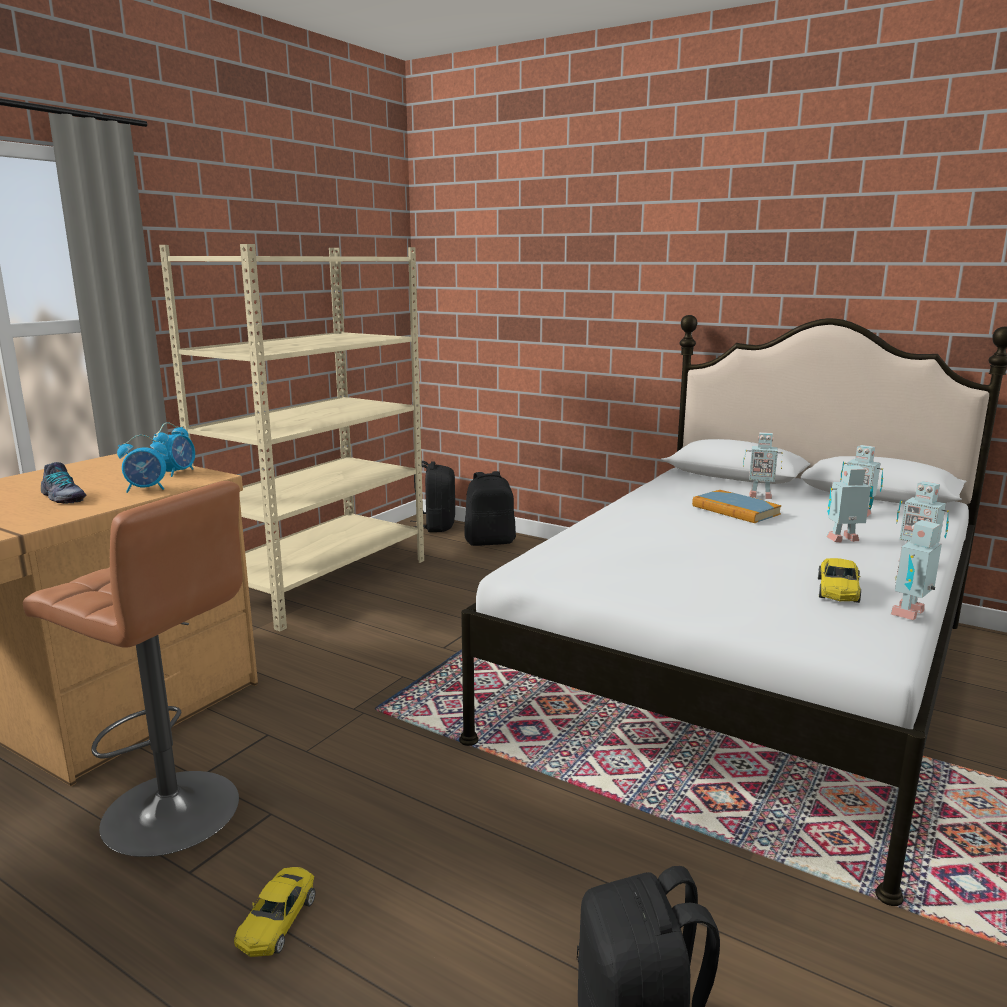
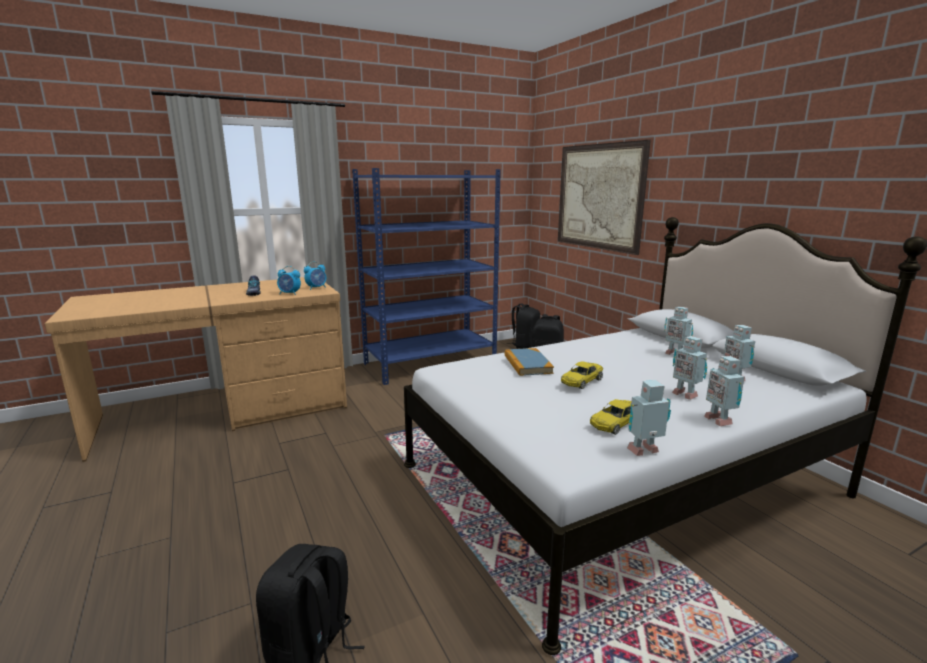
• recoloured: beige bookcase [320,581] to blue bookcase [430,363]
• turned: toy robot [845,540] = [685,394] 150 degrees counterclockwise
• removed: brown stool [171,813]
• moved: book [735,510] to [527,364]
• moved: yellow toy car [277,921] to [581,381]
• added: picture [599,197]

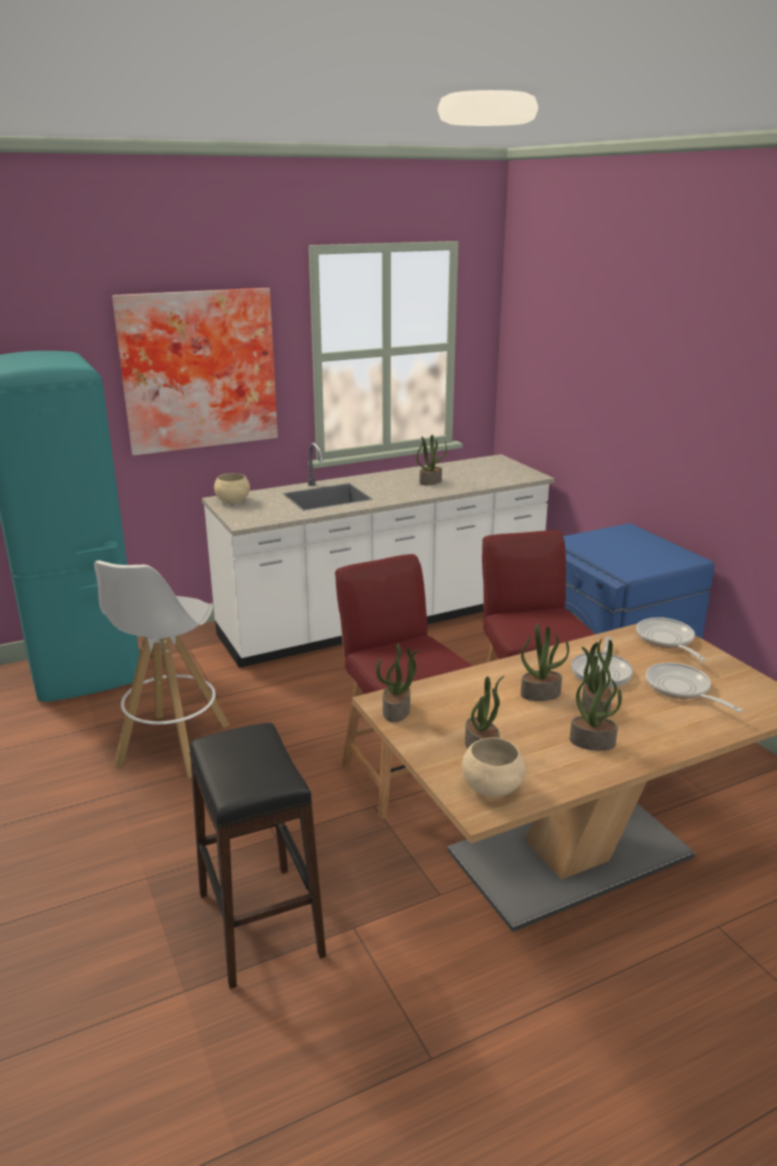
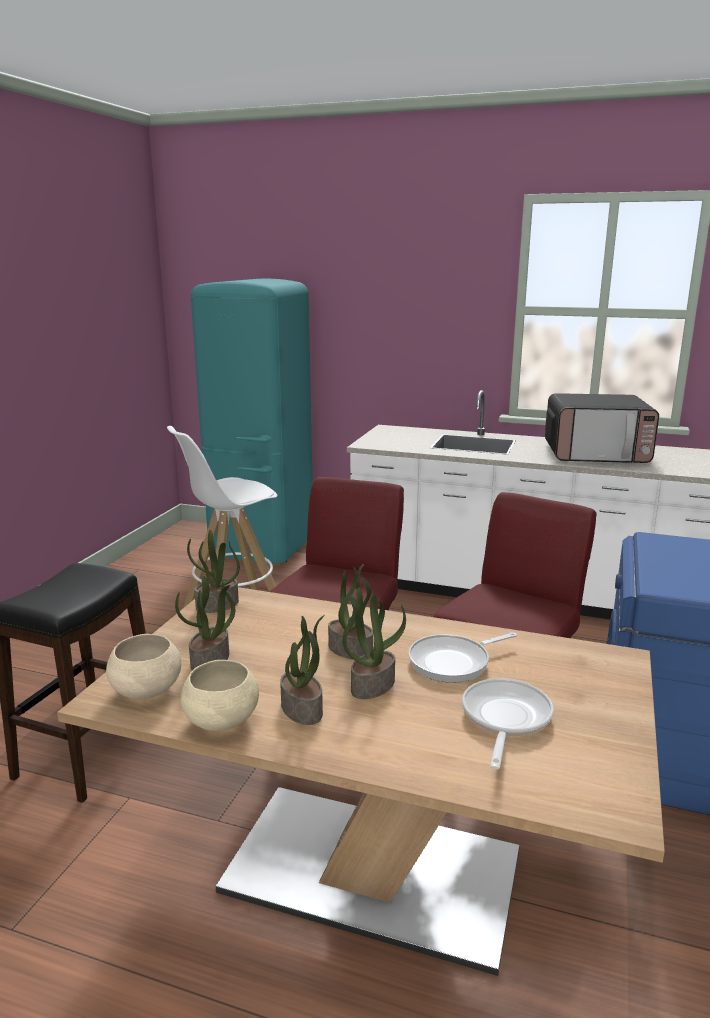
• removed: picture [198,370]
• replaced: potted plant [430,481] to microwave [596,454]
• moved: beige bowl [232,501] to [221,721]
• removed: frying pan [666,640]

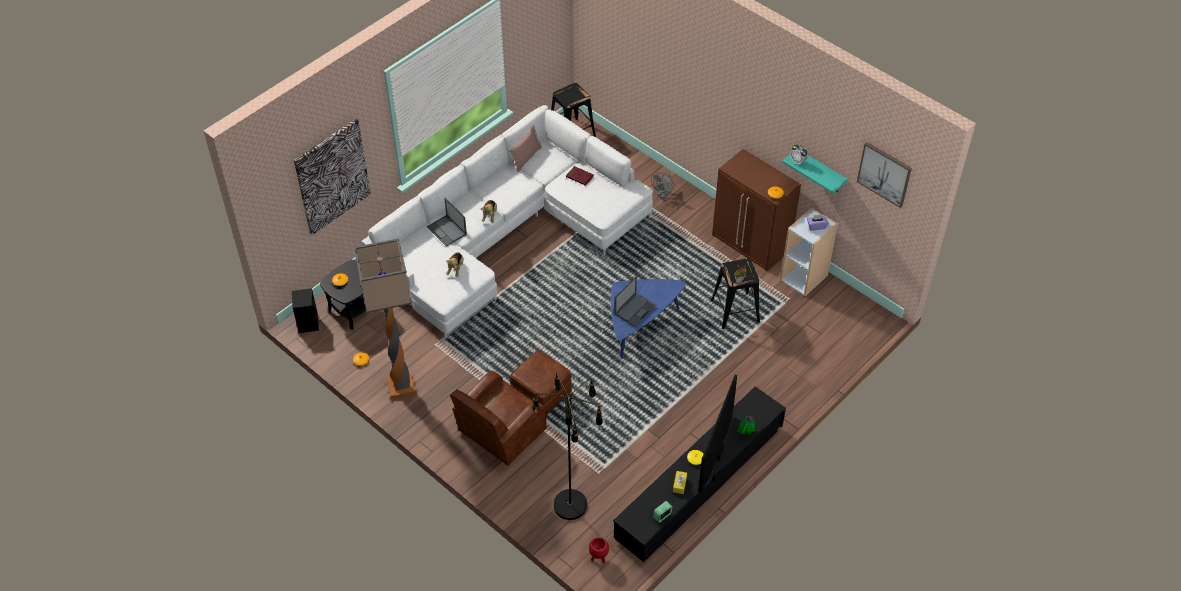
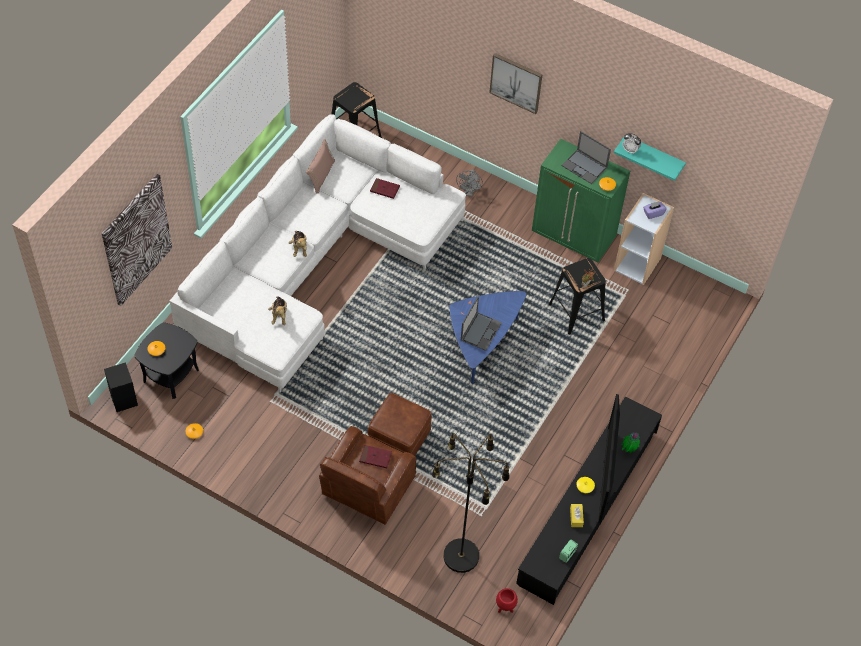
• moved: picture [884,174] to [516,82]
• recoloured: brown cabinet [751,242] to green cabinet [574,233]
• moved: laptop [447,231] to [585,167]
• removed: floor lamp [402,387]
• added: red book [375,457]

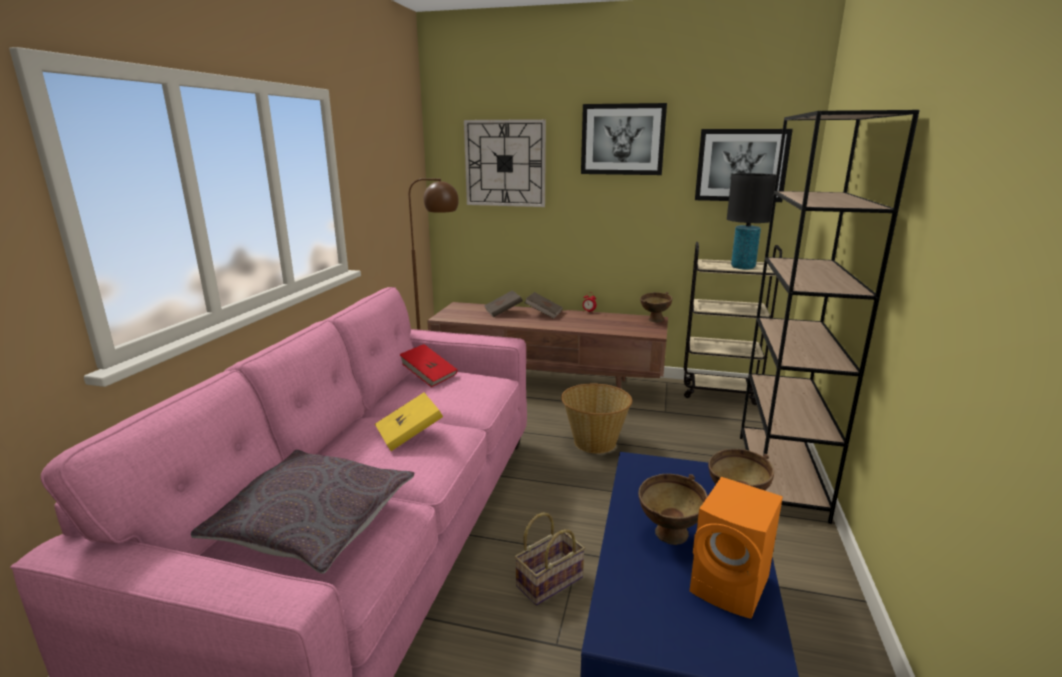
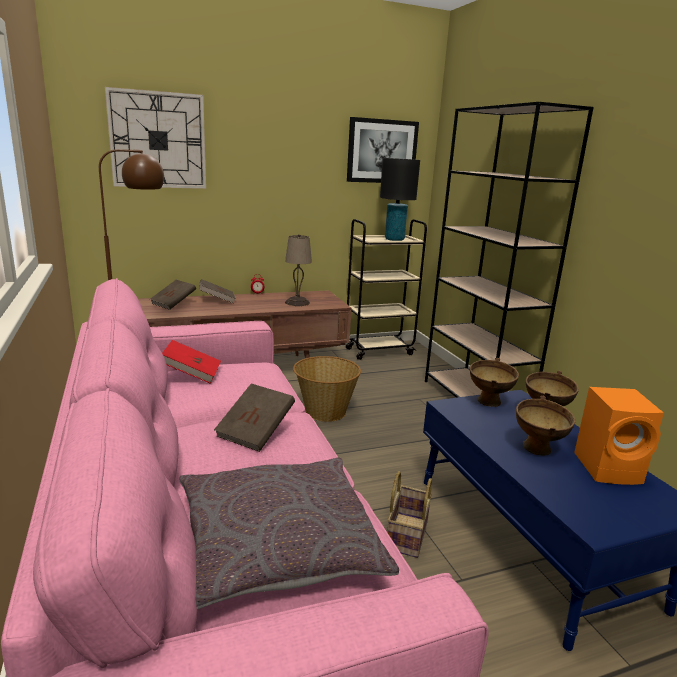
• removed: picture [622,139]
• moved: brown bowl [654,321] to [489,404]
• recoloured: yellow book [409,435] to brown book [255,432]
• added: beige table lamp [296,302]

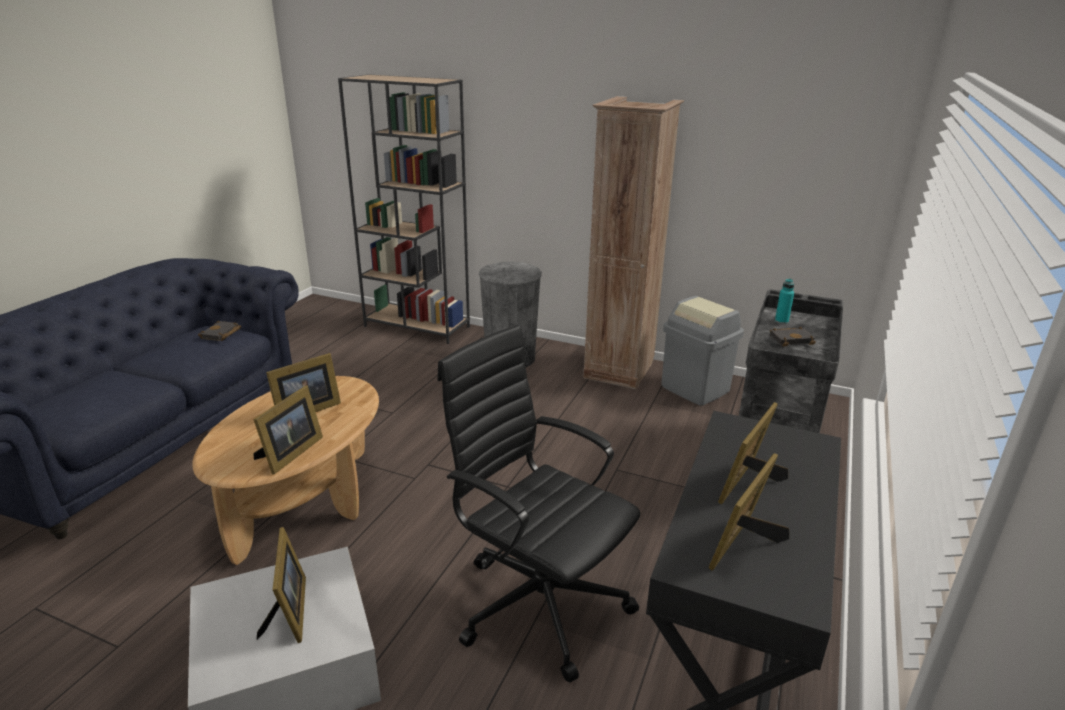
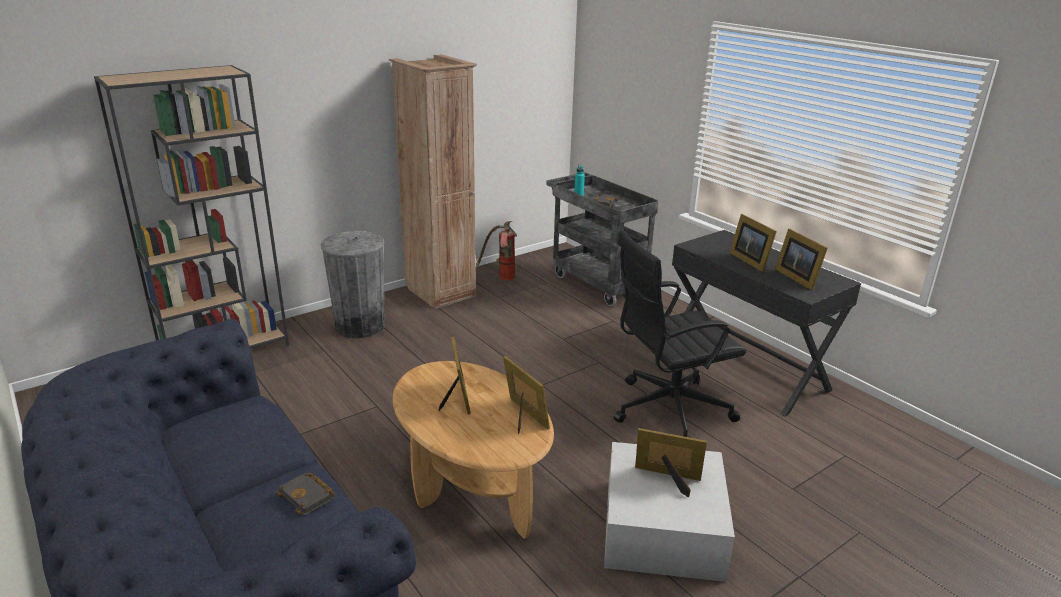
• replaced: grey trash can [695,388] to fire extinguisher [501,278]
• moved: black book [221,334] to [308,496]

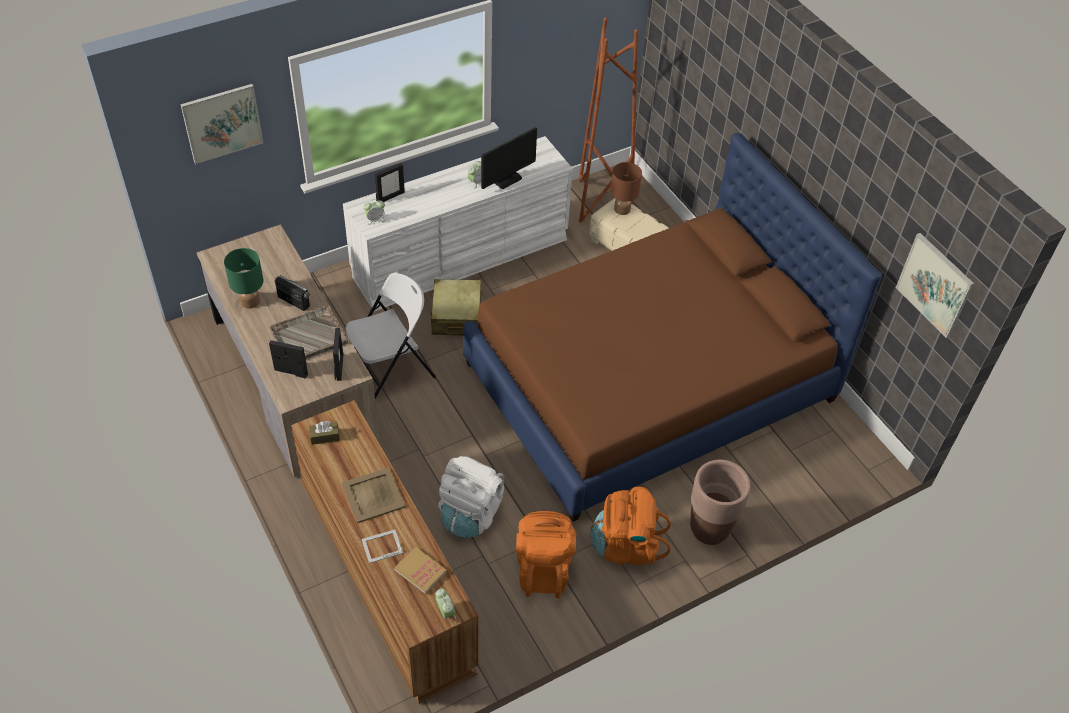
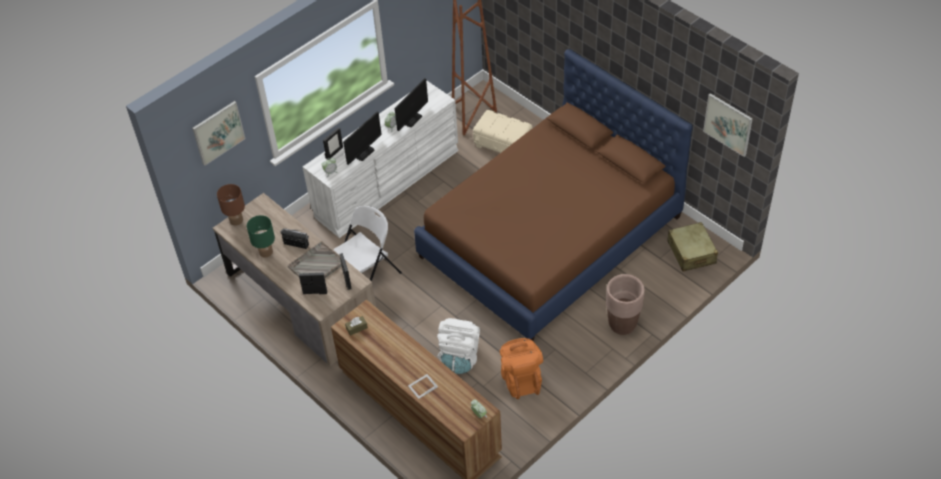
• moved: brown table lamp [622,209] to [236,220]
• moved: beige suitcase [456,315] to [691,252]
• removed: beige tray [373,496]
• removed: orange backpack [626,545]
• removed: book [420,571]
• added: monitor [363,152]

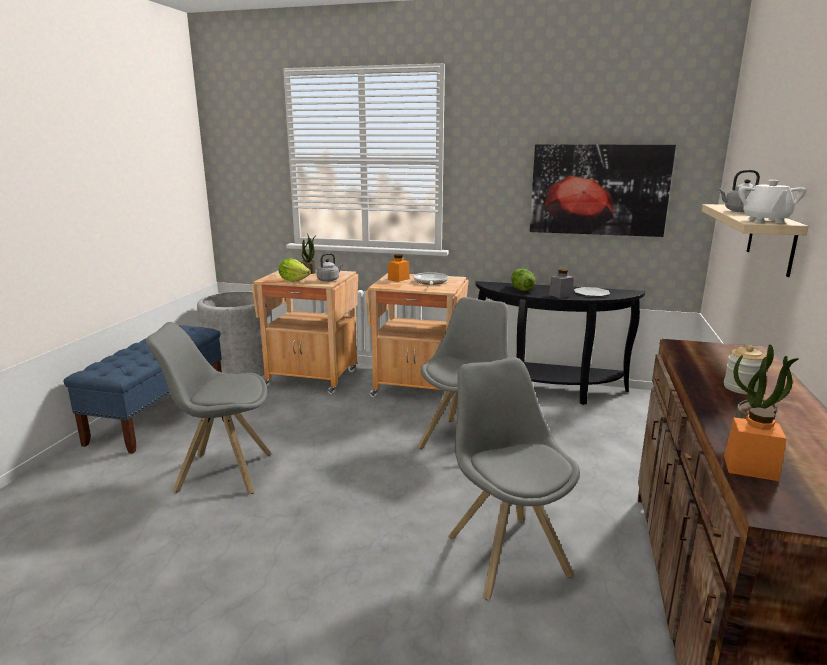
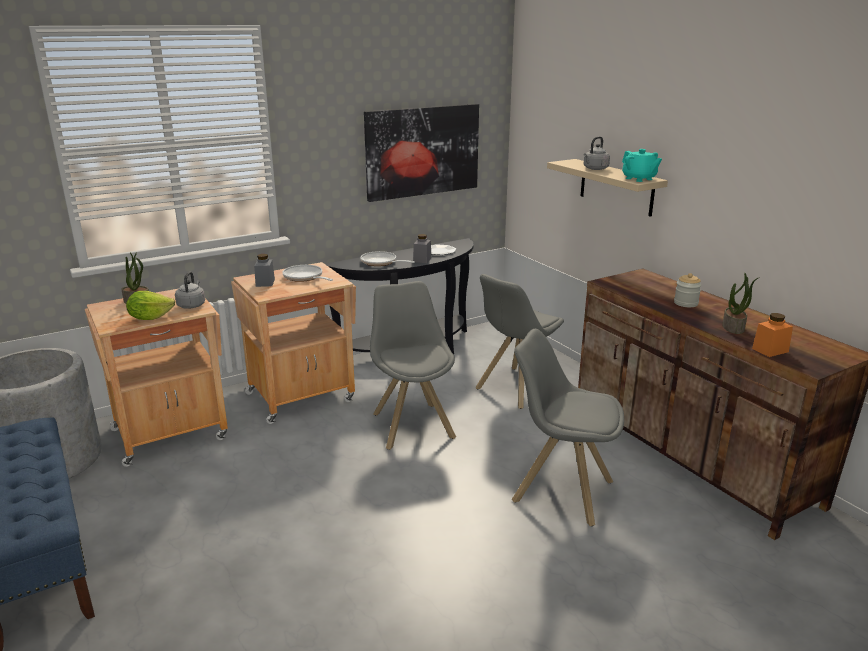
• recoloured: white teapot [765,221] to turquoise teapot [639,179]
• recoloured: orange jar [398,279] to grey jar [265,282]
• replaced: lettuce [521,289] to frying pan [381,262]
• moved: grey chair [223,472] to [517,387]

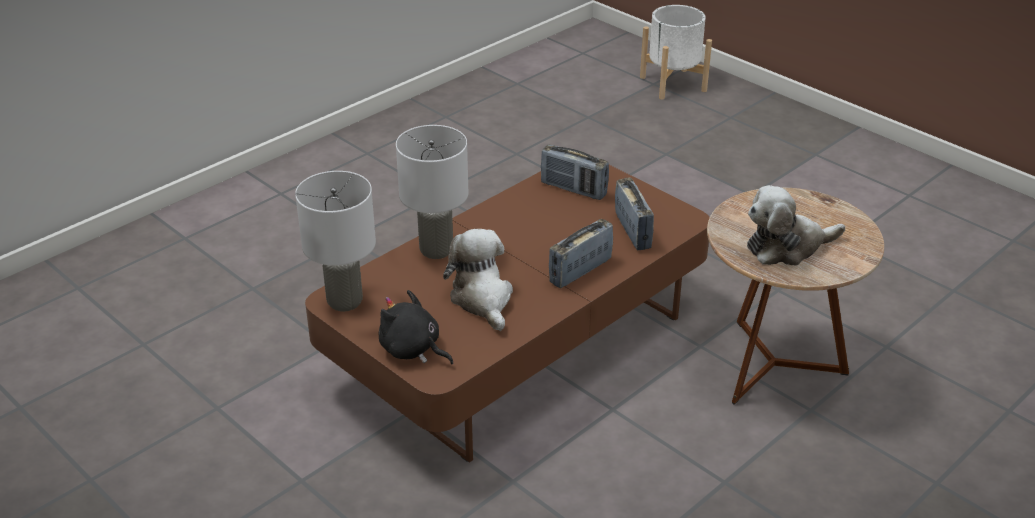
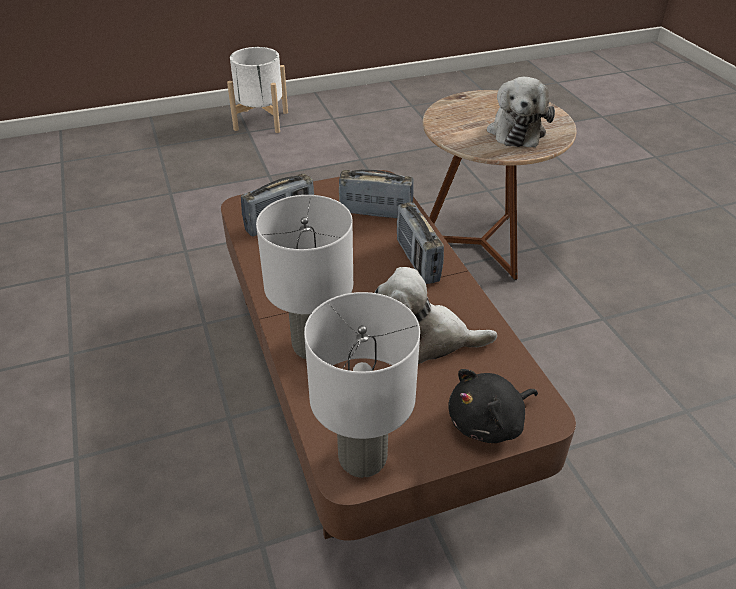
• moved: white planter [673,84] to [261,121]

